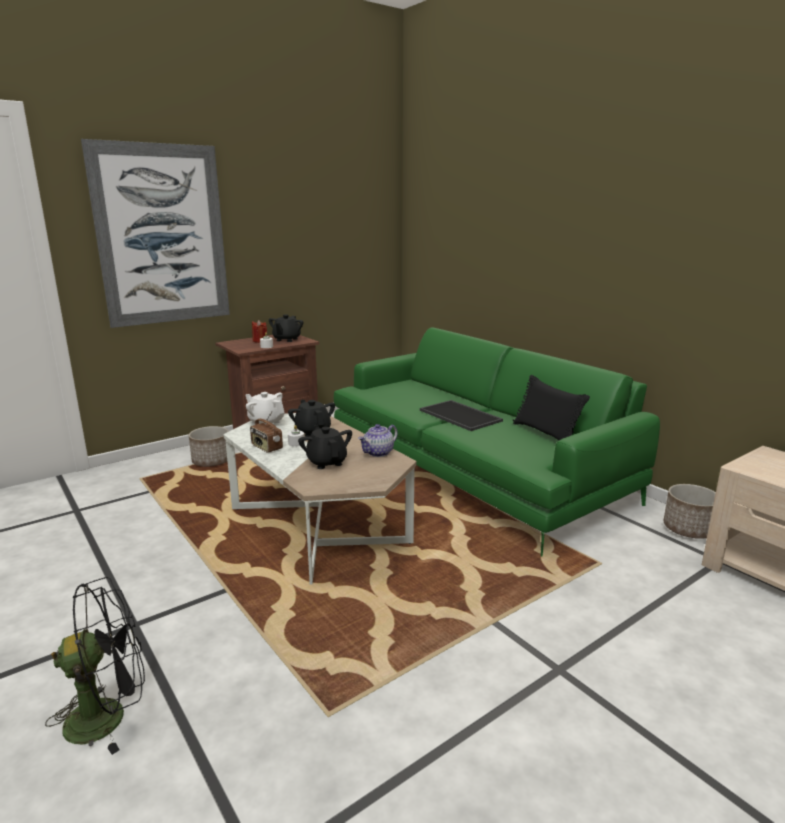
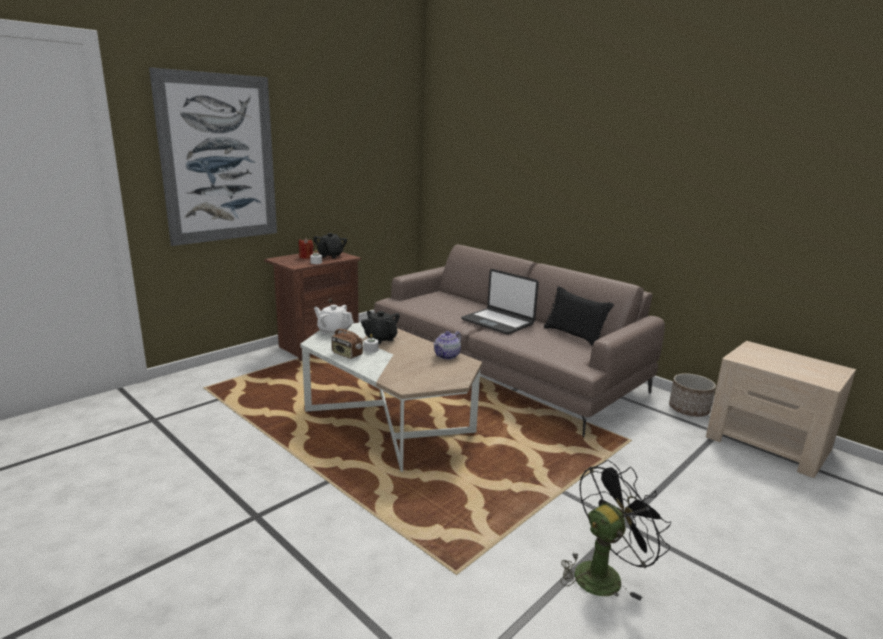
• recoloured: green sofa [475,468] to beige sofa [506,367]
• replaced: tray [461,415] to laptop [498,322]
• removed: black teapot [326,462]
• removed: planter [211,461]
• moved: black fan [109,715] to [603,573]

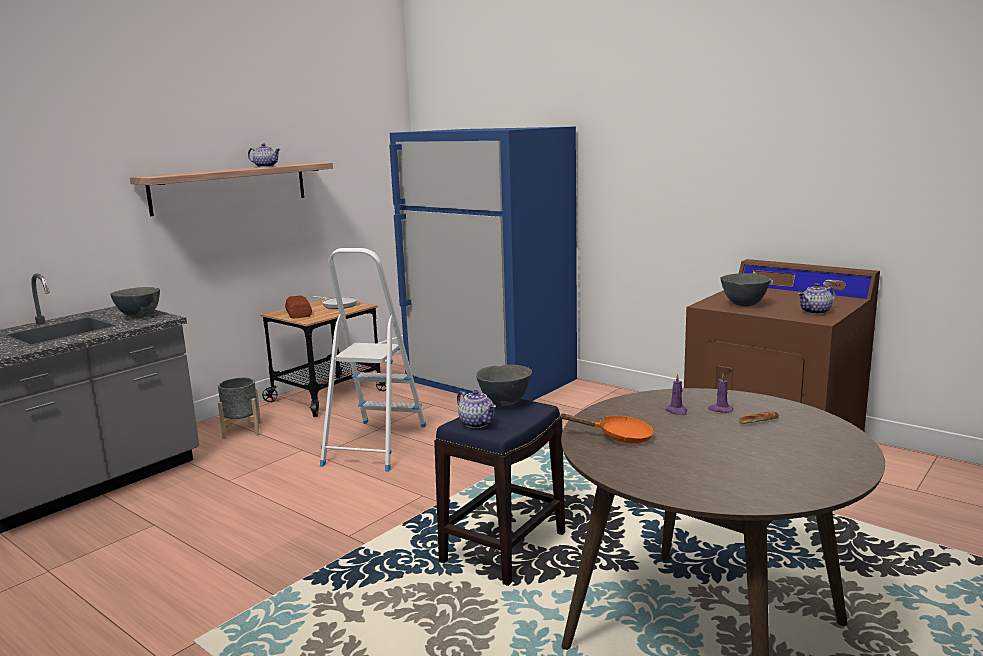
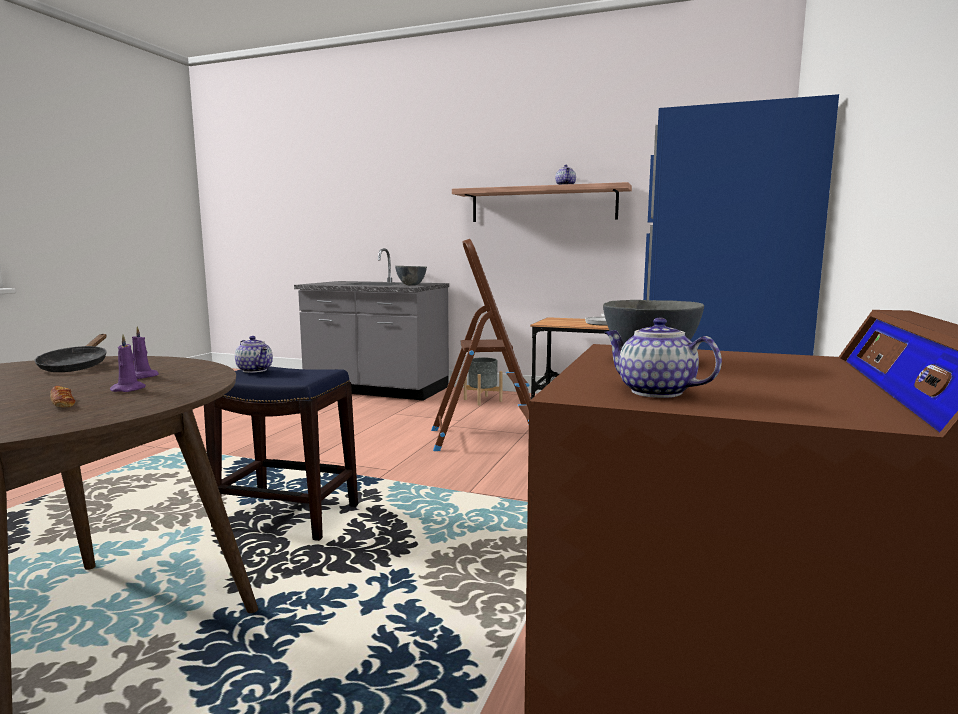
• recoloured: white step ladder [376,444] to brown step ladder [489,438]
• removed: bread [298,313]
• removed: grey bowl [504,403]
• turned: teapot [477,423] = [255,370] 75 degrees counterclockwise
• recoloured: orange frying pan [619,437] to black frying pan [76,366]

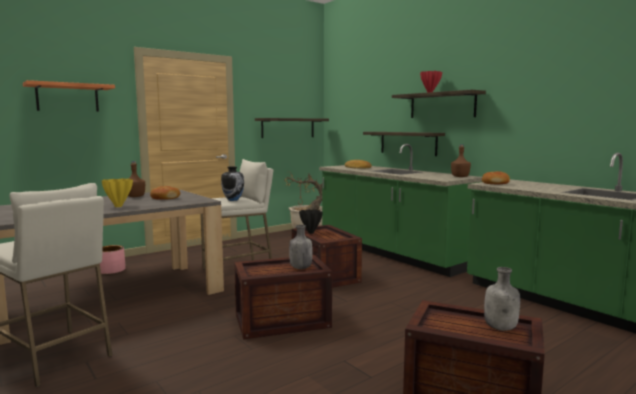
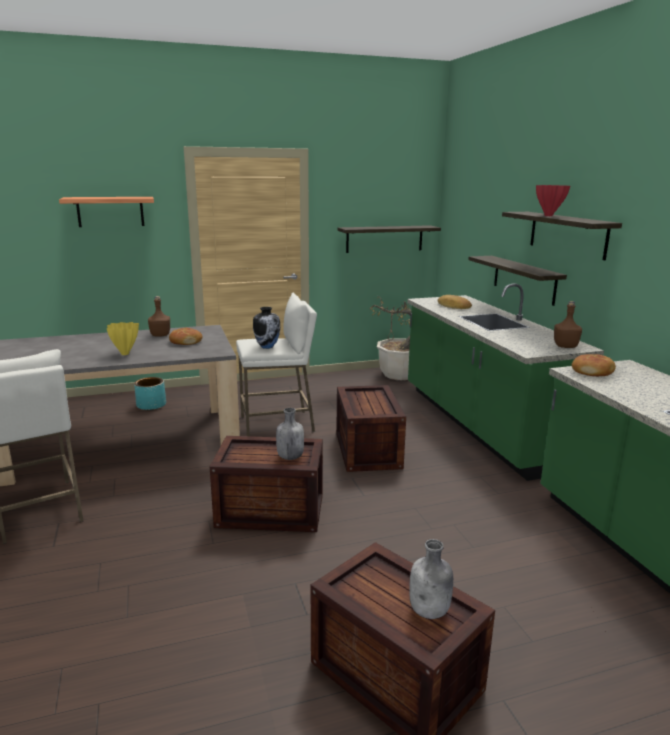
• removed: black vase [310,232]
• recoloured: pink planter [111,271] to turquoise planter [151,405]

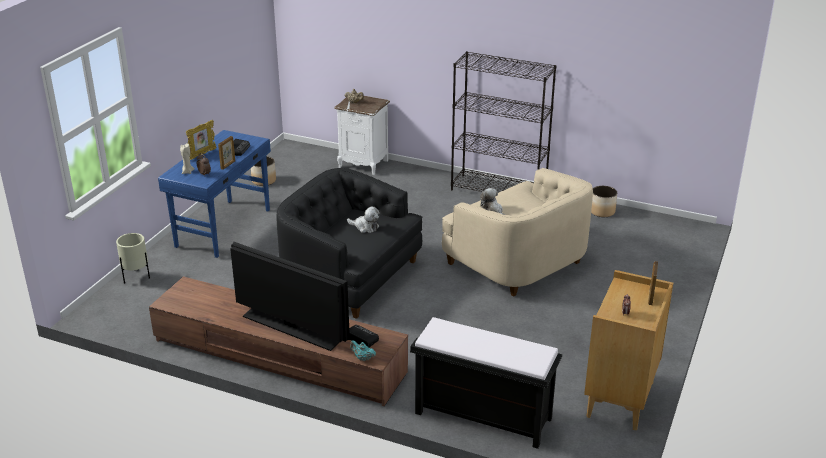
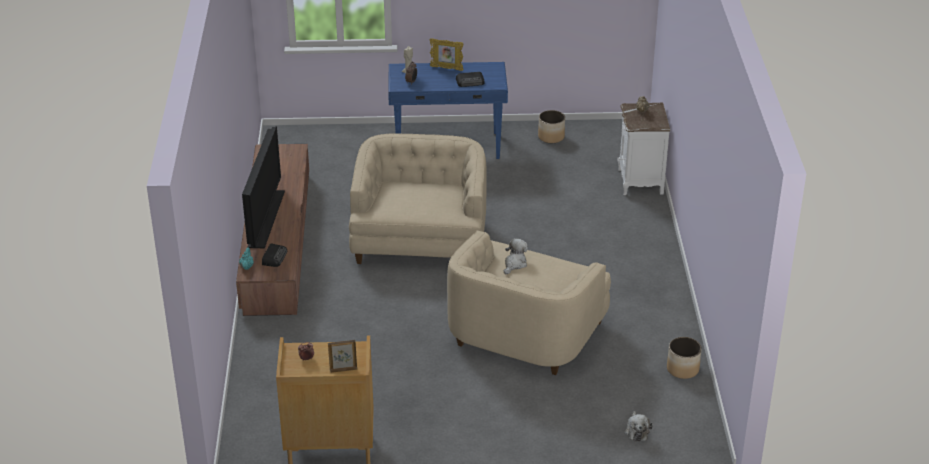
• removed: black bookcase [499,191]
• removed: picture frame [228,165]
• recoloured: black armchair [349,277] to beige armchair [420,239]
• moved: plush toy [365,227] to [636,431]
• removed: beige planter [136,277]
• removed: black bench [481,416]

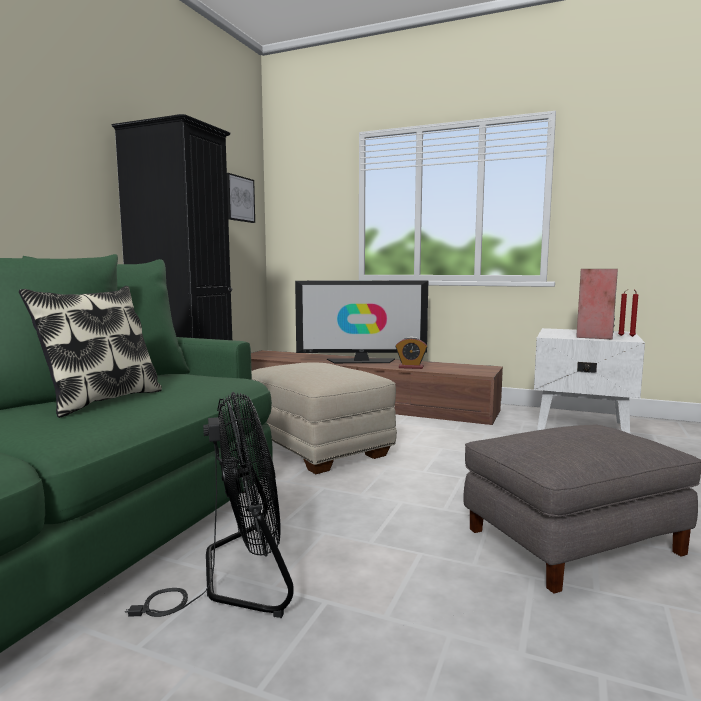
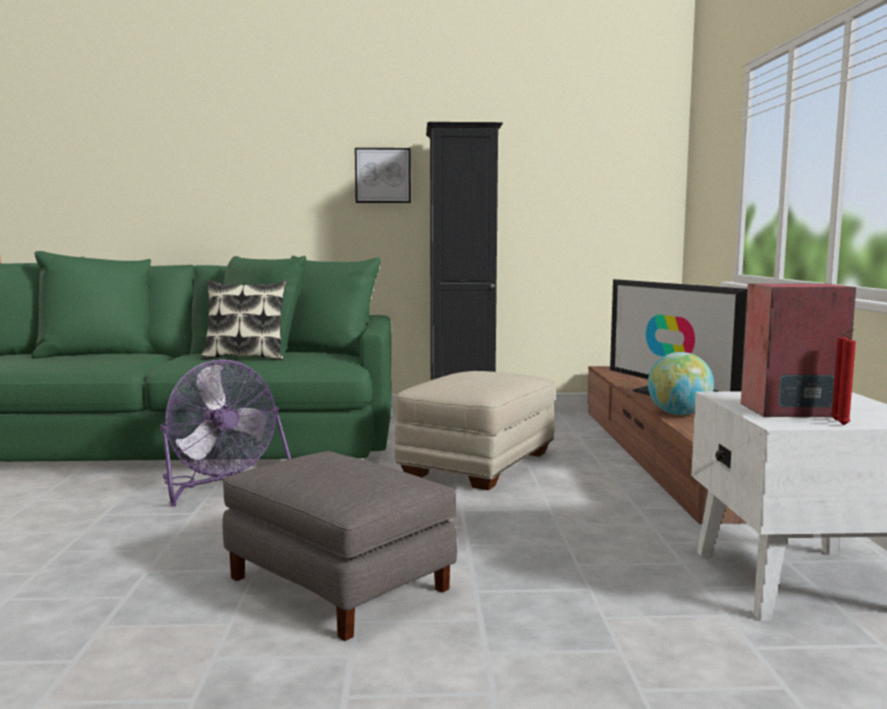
• moved: picture [239,199] to [383,175]
• replaced: alarm clock [411,367] to globe [678,414]
• recoloured: black fan [234,575] to purple fan [216,487]

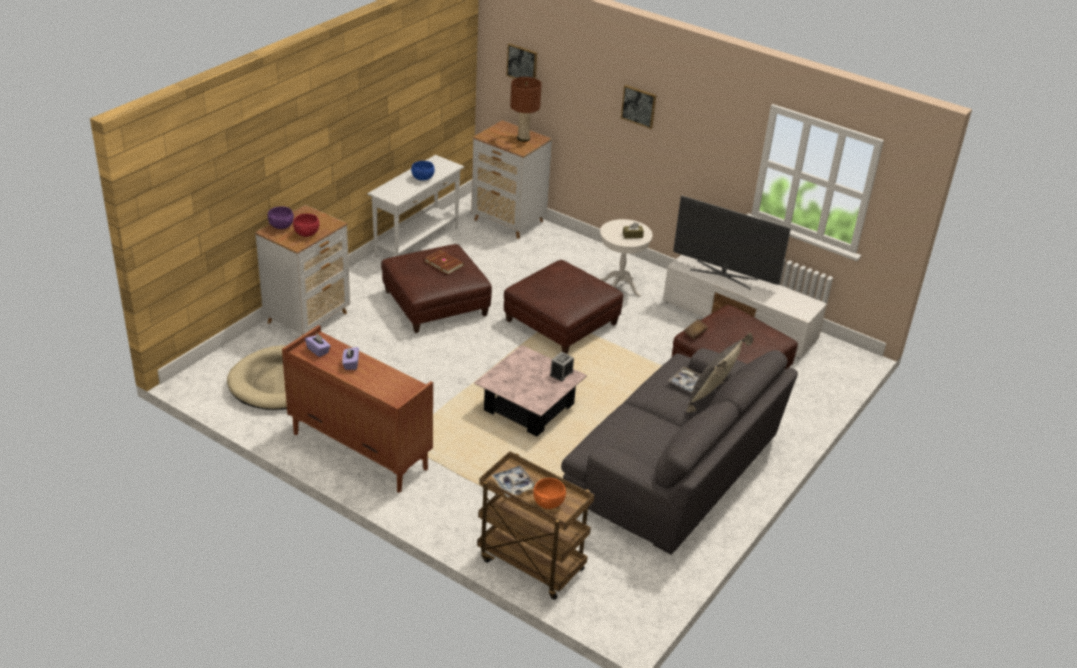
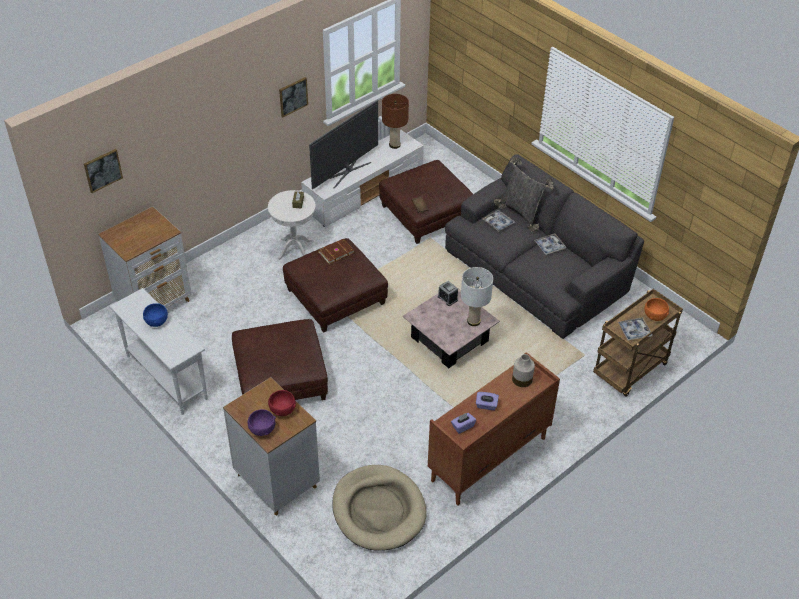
• moved: brown table lamp [523,138] to [395,145]
• moved: picture [638,106] to [293,96]
• moved: brown book [444,263] to [335,252]
• added: tray [549,246]
• added: white table lamp [473,321]
• added: beige vase [522,379]

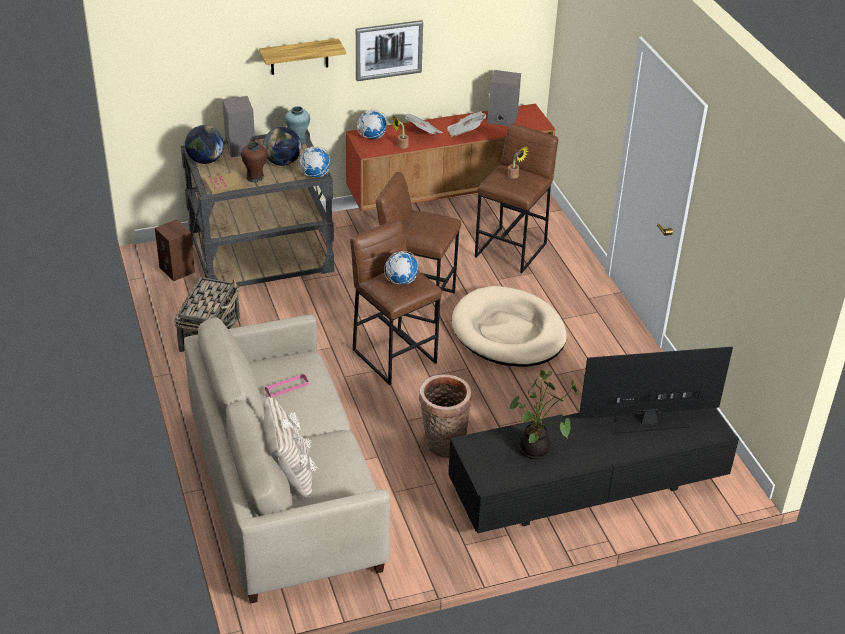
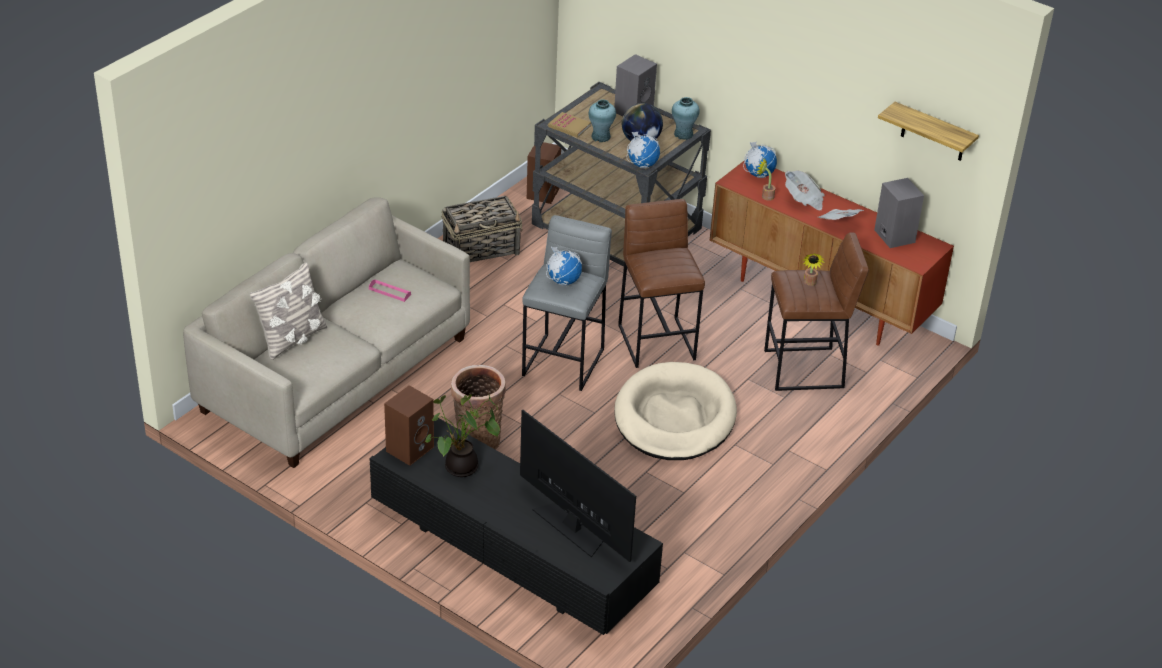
• removed: picture [388,50]
• moved: shelf [299,57] to [933,133]
• removed: globe [205,160]
• recoloured: brown vase [255,177] to turquoise vase [601,137]
• recoloured: brown stool [393,355] to grey stool [564,361]
• added: brown speaker [410,448]

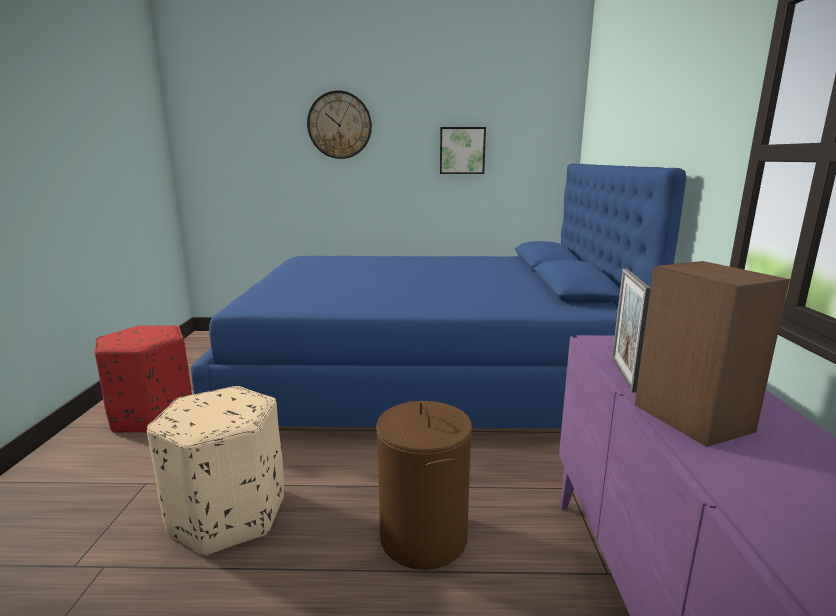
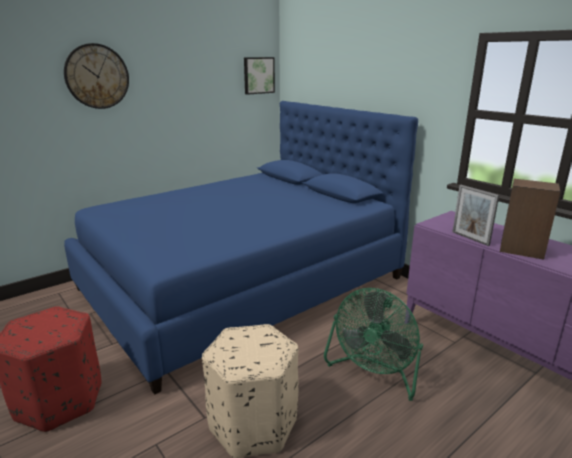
• moved: picture [462,150] to [258,75]
• replaced: brown laundry basket [424,537] to green fan [372,370]

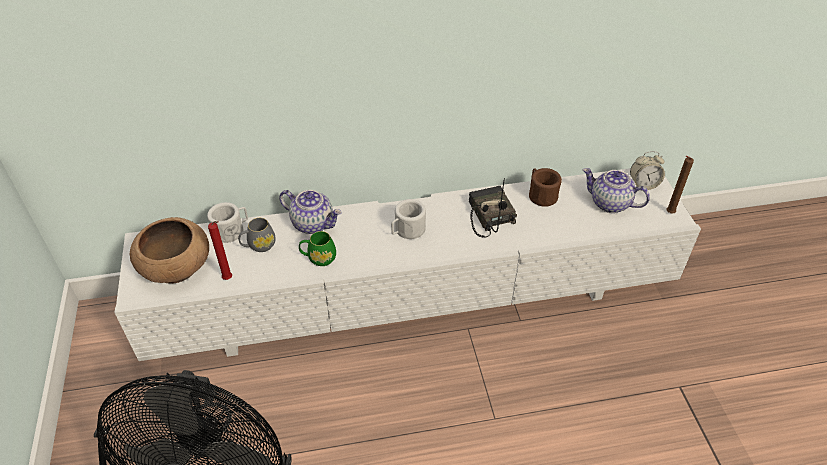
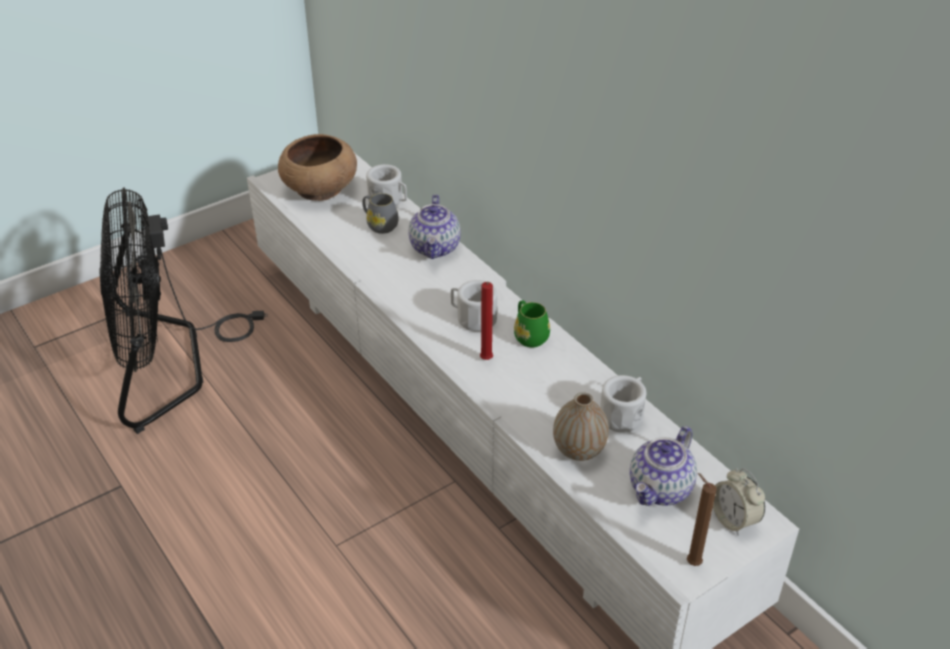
• recoloured: brown mug [541,195] to white mug [623,414]
• turned: teapot [609,203] = [661,489] 150 degrees counterclockwise
• removed: radio [488,215]
• moved: red candle [229,279] to [486,361]
• moved: green mug [318,258] to [529,335]
• added: vase [579,450]

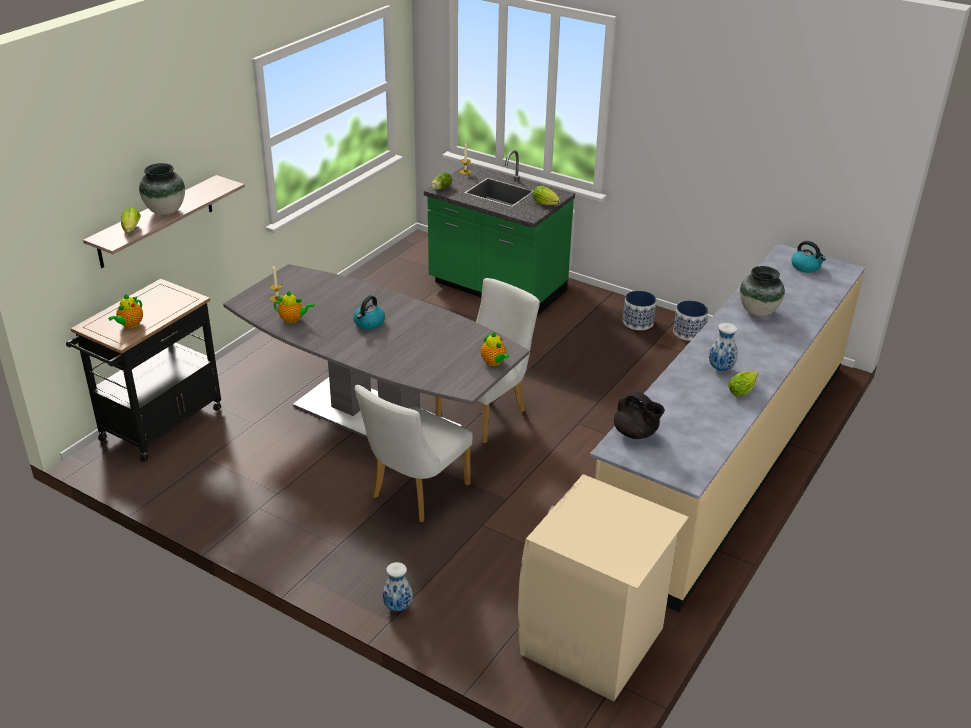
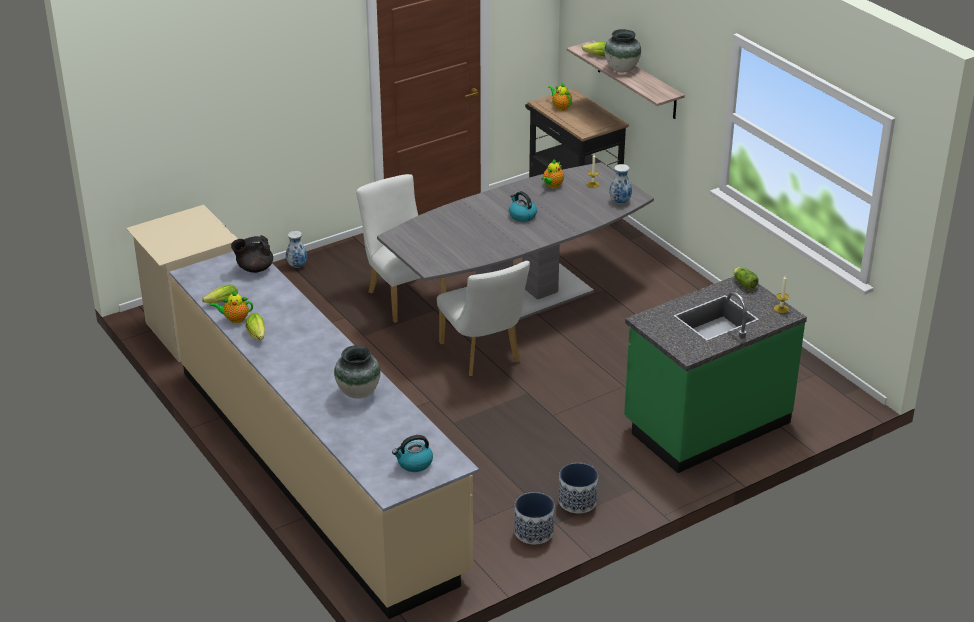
• moved: lettuce [546,203] to [220,302]
• moved: vase [720,369] to [619,201]
• moved: teapot [494,362] to [234,319]

